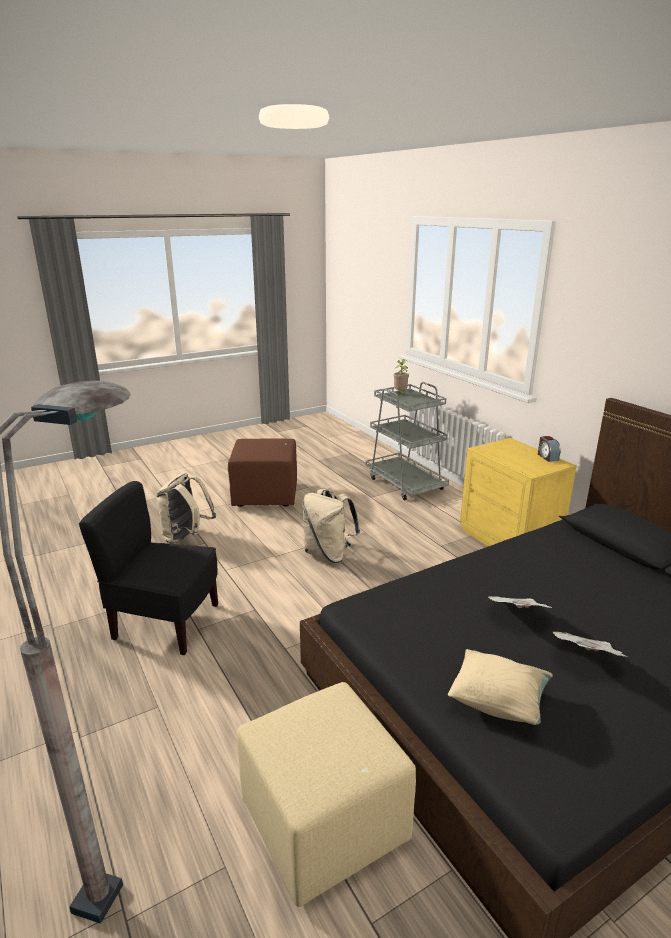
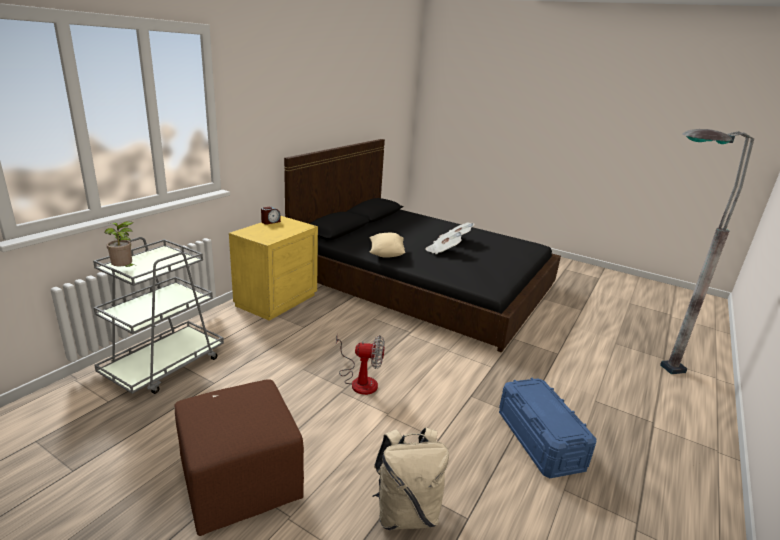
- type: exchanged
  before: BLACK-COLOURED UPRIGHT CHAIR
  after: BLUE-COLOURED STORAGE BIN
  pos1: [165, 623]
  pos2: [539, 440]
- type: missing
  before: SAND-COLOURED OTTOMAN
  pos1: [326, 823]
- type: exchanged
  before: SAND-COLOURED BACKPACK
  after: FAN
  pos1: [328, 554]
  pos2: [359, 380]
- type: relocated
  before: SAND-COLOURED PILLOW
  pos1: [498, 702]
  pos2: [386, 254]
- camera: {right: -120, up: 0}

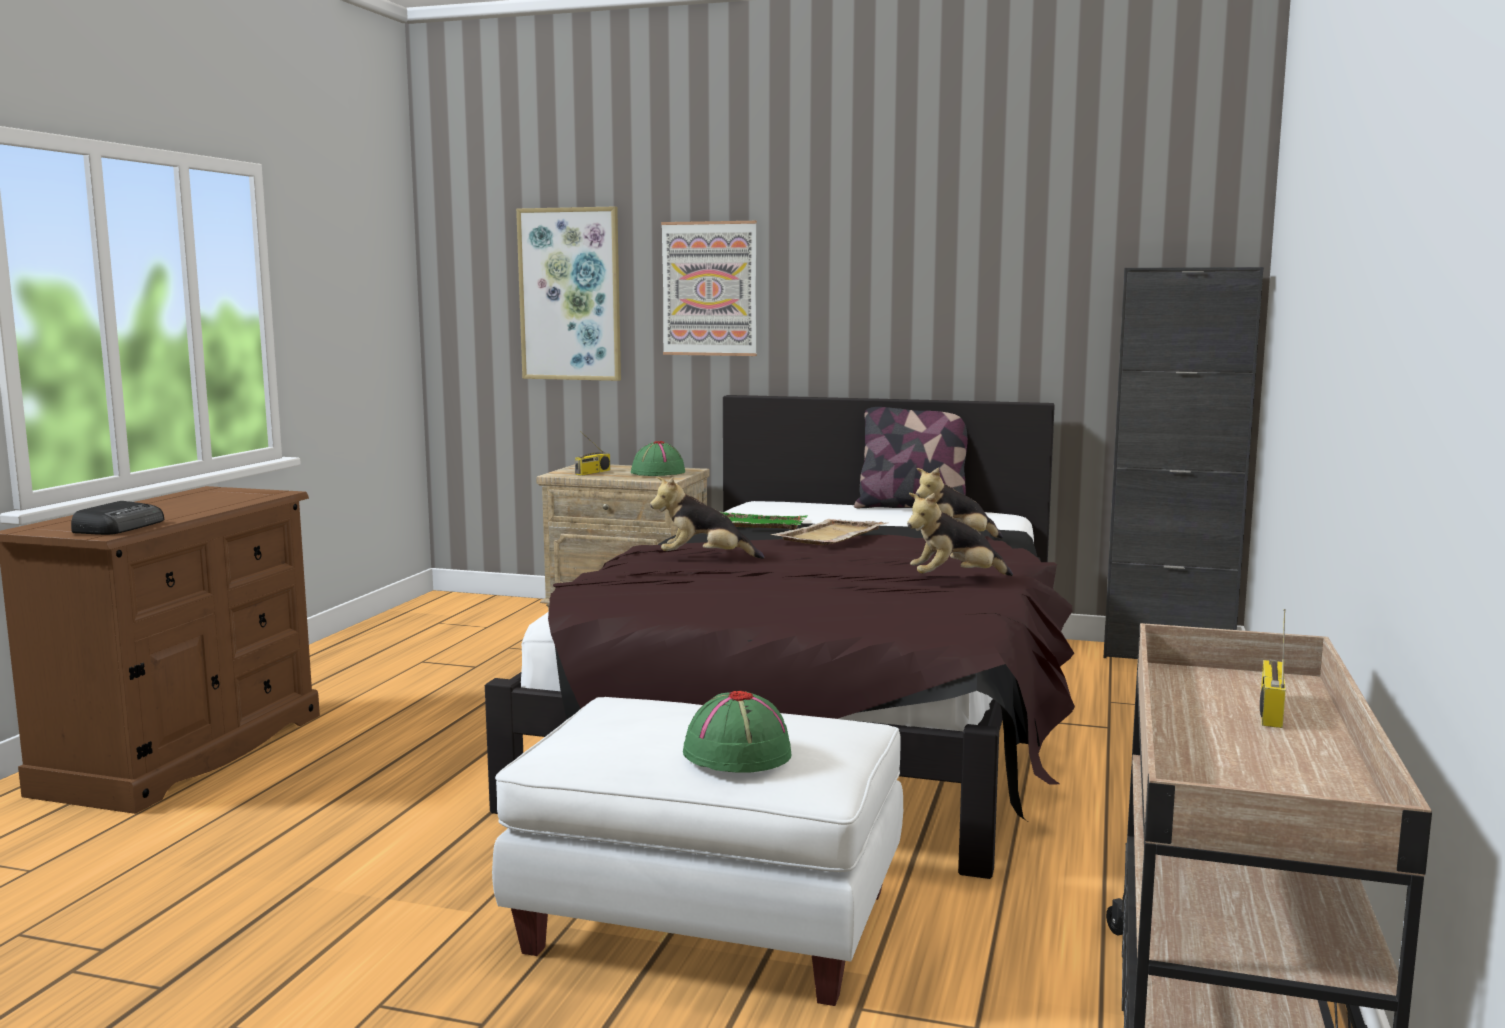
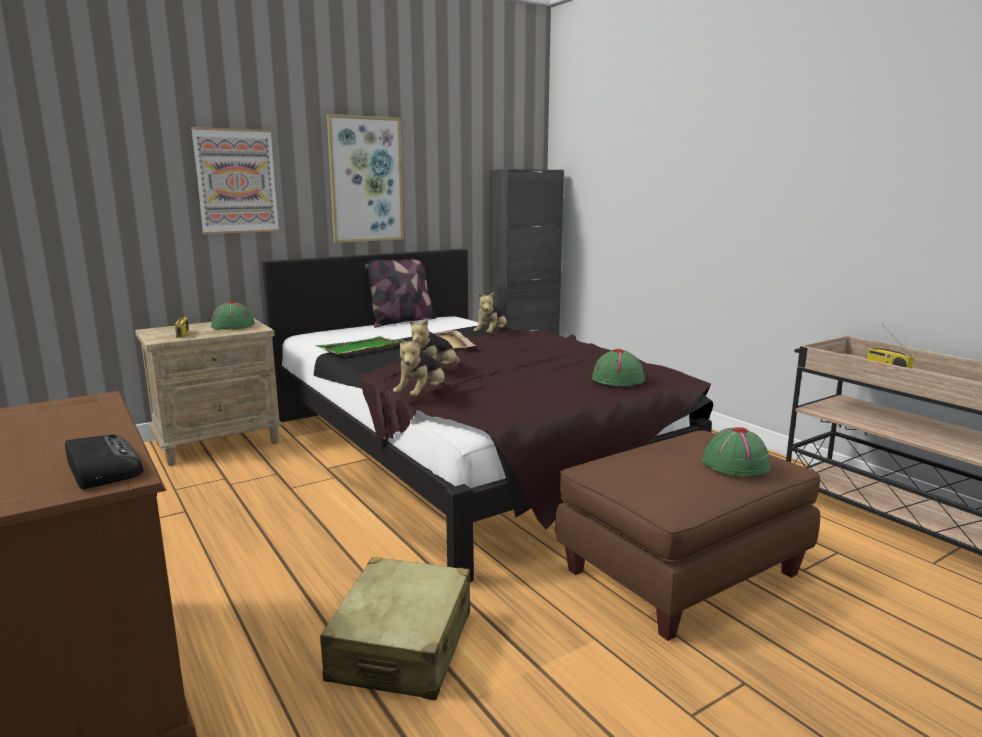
- type: colour
  before: WHITISH OTTOMAN
  after: BROWN OTTOMAN
  pos1: [712, 920]
  pos2: [681, 571]
- type: relocated
  before: WALL ART
  pos1: [570, 294]
  pos2: [366, 179]
- type: relocated
  before: SOFT TOY
  pos1: [955, 580]
  pos2: [422, 395]
- type: appeared
  after: SAND-COLOURED SUITCASE
  pos2: [402, 646]
- type: appeared
  after: GREEN-COLOURED CLOTHING HAT
  pos2: [618, 379]
- camera: {right: -50, up: 5}

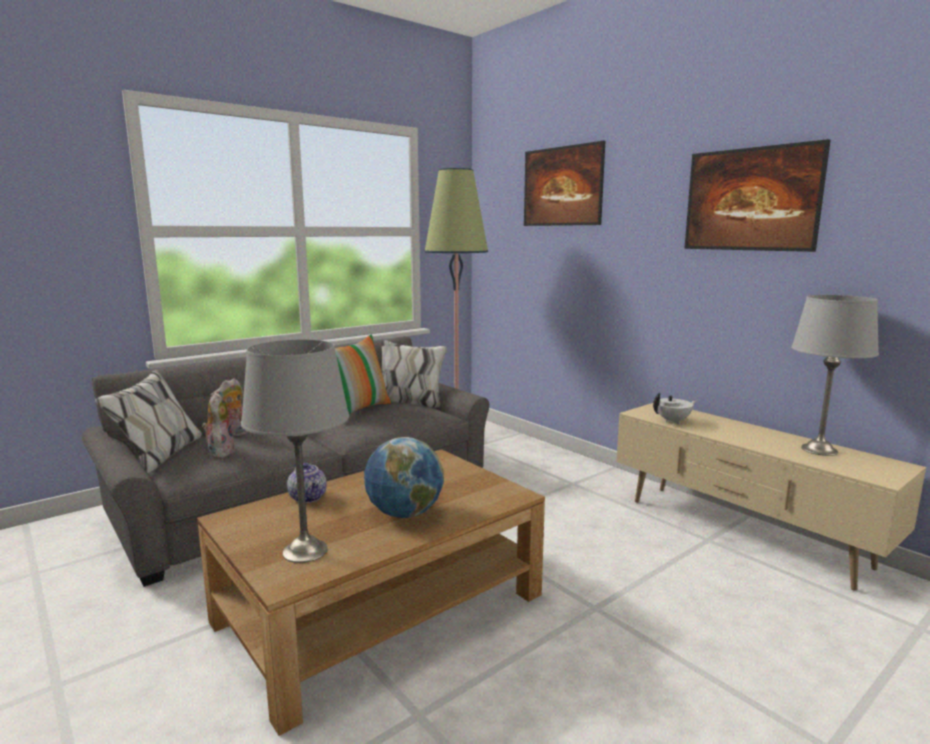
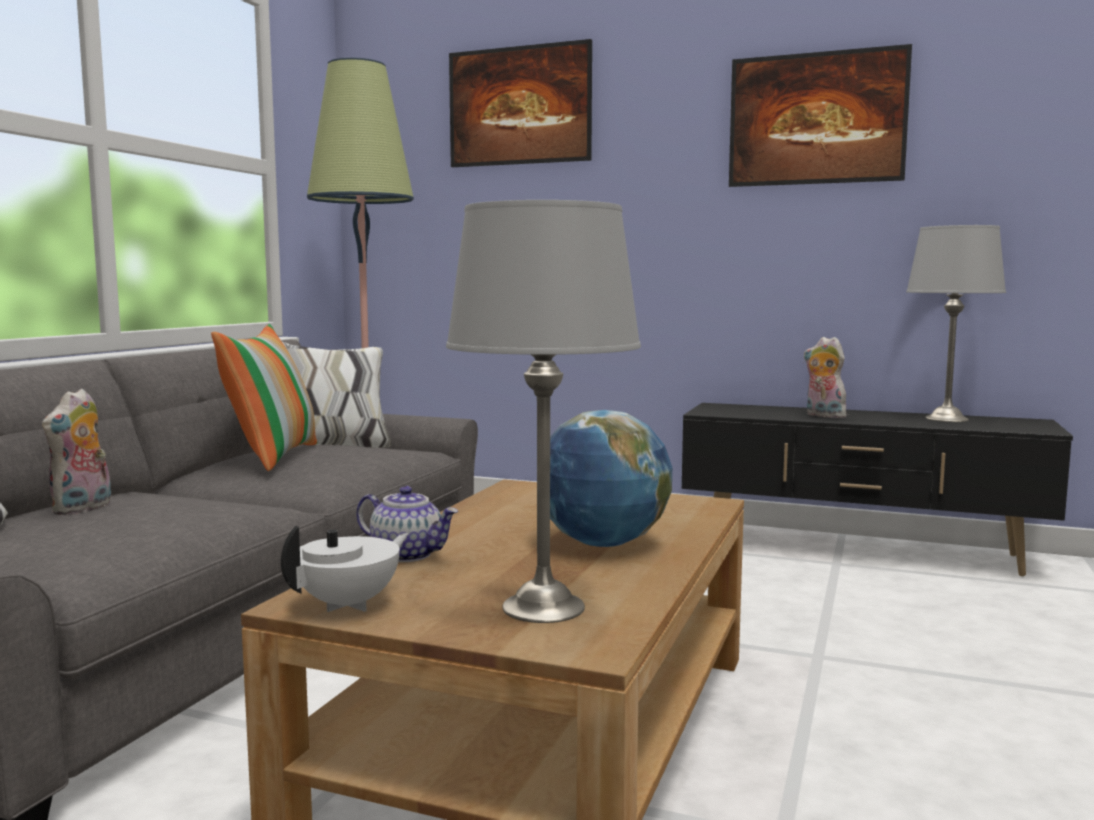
- type: relocated
  before: SOFT TOY
  pos1: [220, 452]
  pos2: [823, 415]
- type: colour
  before: SAND-COLOURED TV STAND
  after: BLACK-COLOURED TV STAND
  pos1: [742, 533]
  pos2: [859, 550]
- type: relocated
  before: WHITISH POT FOR TEA
  pos1: [673, 421]
  pos2: [350, 604]
- camera: {right: -30, up: -5}

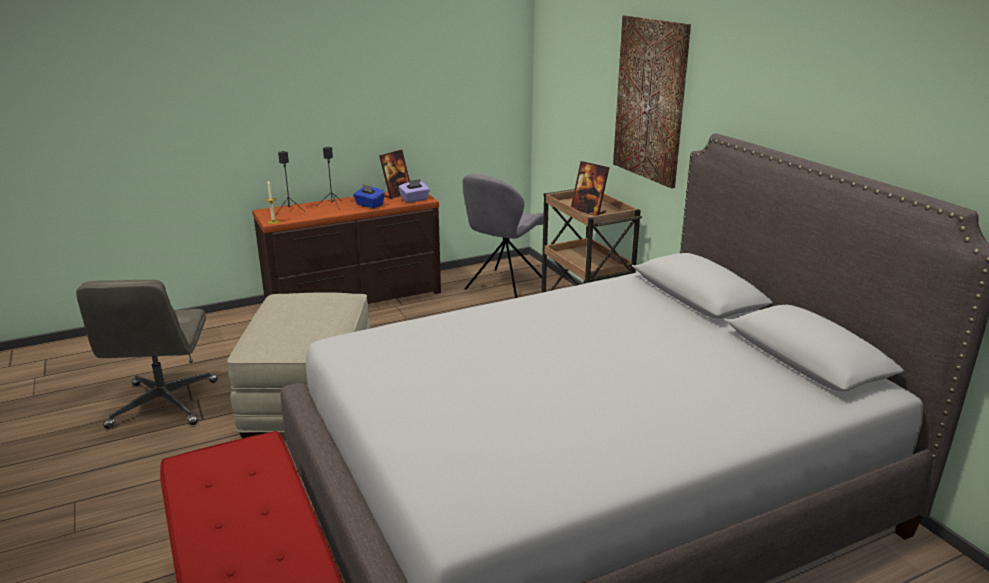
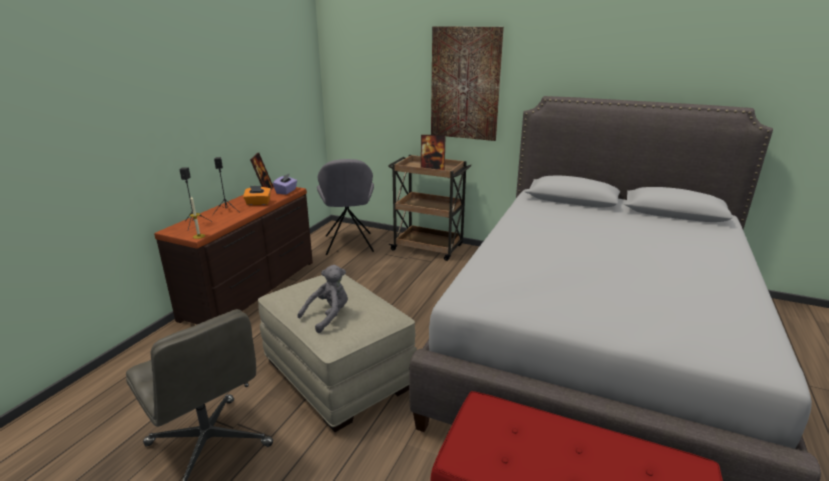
- type: colour
  before: BLUE-COLOURED BOX OF TISSUES
  after: ORANGEY BOX OF TISSUES
  pos1: [369, 205]
  pos2: [258, 203]
- type: appeared
  after: GREYISH SOFT TOY
  pos2: [328, 316]
- camera: {right: -40, up: 0}

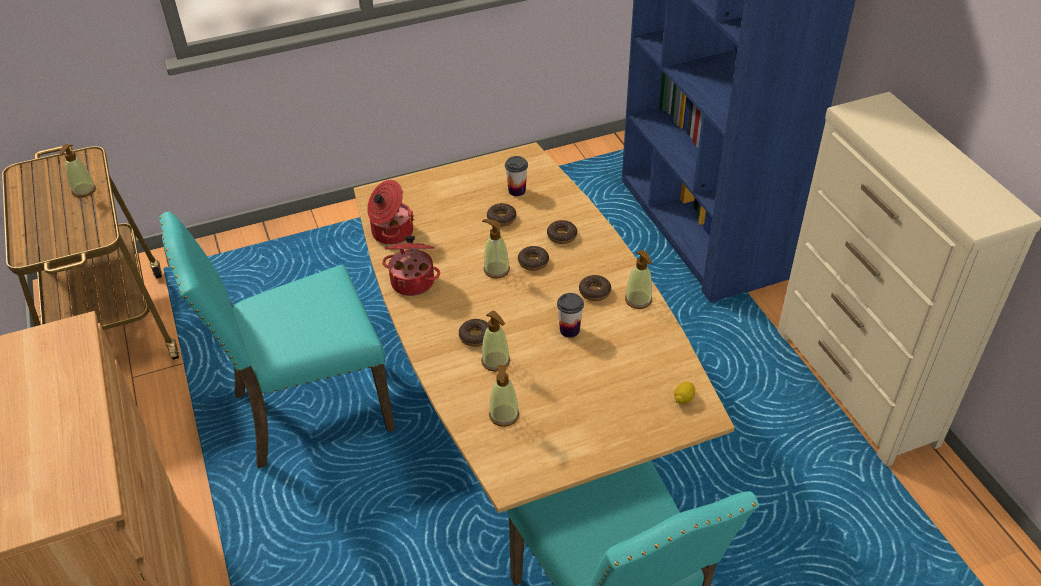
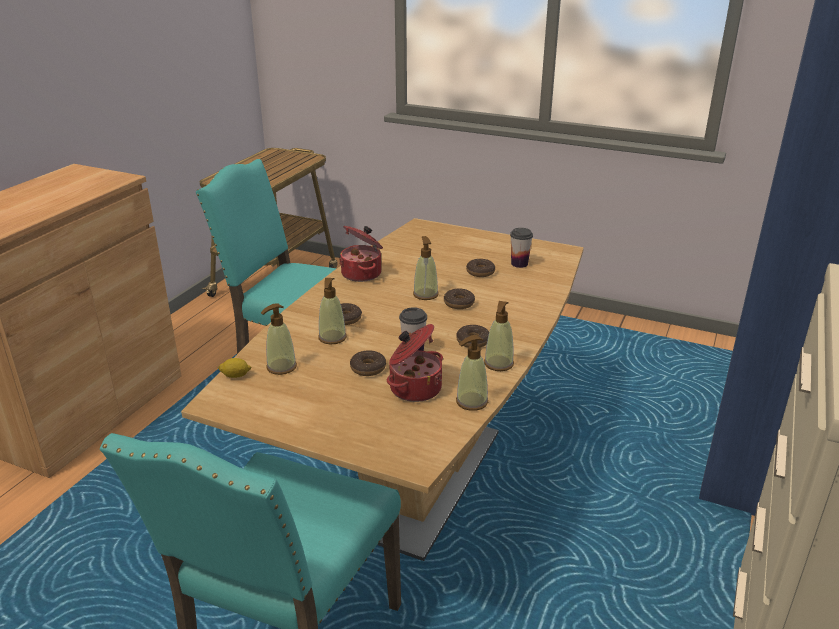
- type: relocated
  before: SOAP DISPENSER
  pos1: [84, 190]
  pos2: [471, 402]
- type: relocated
  before: SAUCEPOT
  pos1: [391, 232]
  pos2: [414, 388]
- type: relocated
  before: RING DOUGHNUT
  pos1: [562, 236]
  pos2: [368, 368]
- type: relocated
  before: LEMON
  pos1: [683, 398]
  pos2: [236, 375]
- camera: {right: 45, up: -15}

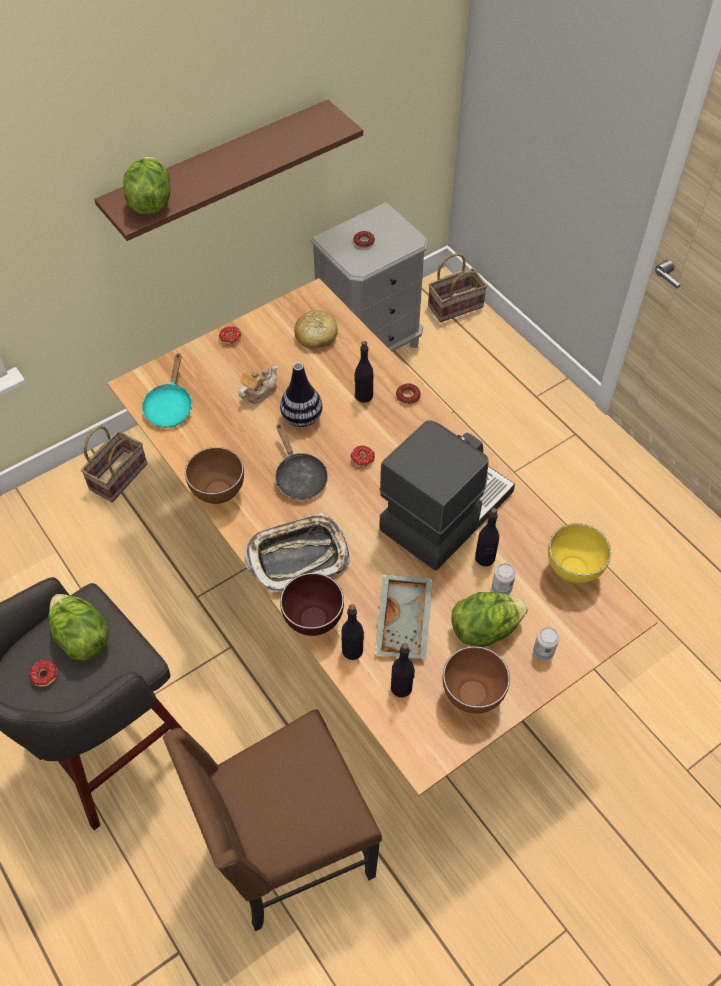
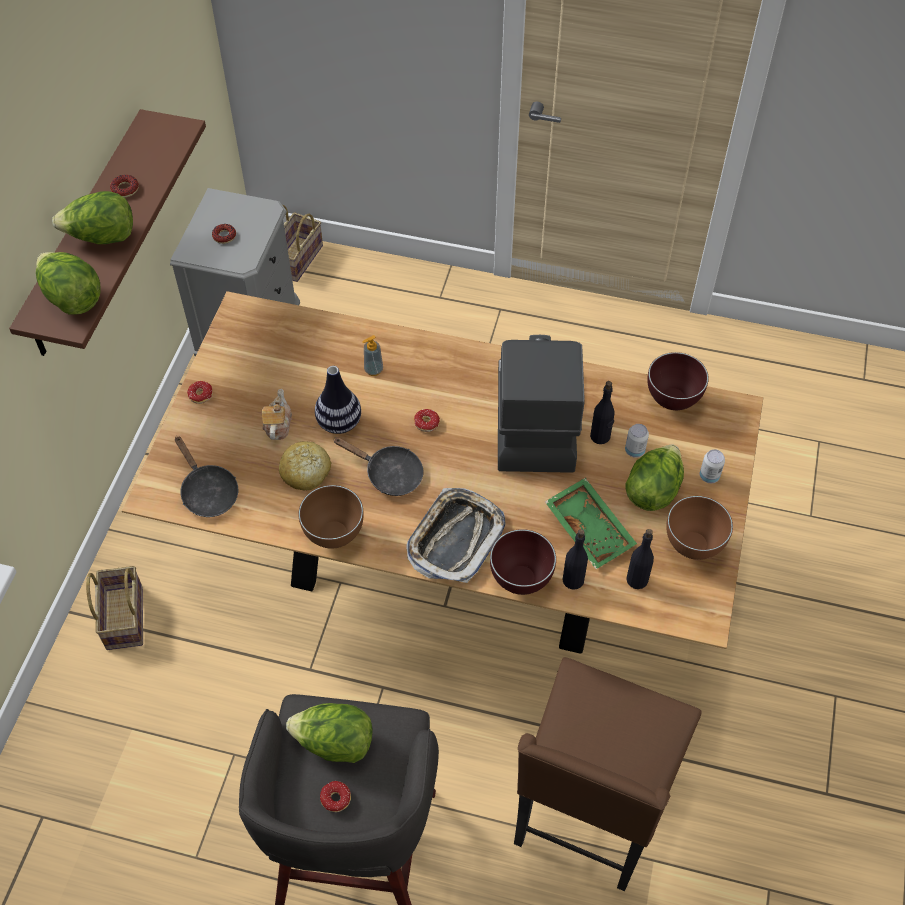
- type: colour
  before: BLUE-GREEN FRYING PAN
  after: BLACK-COLOURED FRYING PAN
  pos1: [169, 406]
  pos2: [207, 492]
- type: relocated
  before: BAKERY BREAD
  pos1: [316, 336]
  pos2: [305, 472]
- type: exchanged
  before: BLACK-COLOURED BOTTLE
  after: SOAP DISPENSER
  pos1: [363, 396]
  pos2: [373, 370]
- type: colour
  before: GREYISH SERVING TRAY
  after: GREEN-COLOURED SERVING TRAY
  pos1: [405, 622]
  pos2: [590, 528]
- type: relocated
  before: RING DOUGHNUT
  pos1: [408, 396]
  pos2: [125, 189]
- type: colour
  before: YELLOW-COLOURED SERVING BOWL
  after: BROWN SERVING BOWL
  pos1: [573, 570]
  pos2: [671, 400]
- type: appeared
  after: LETTUCE HEAD
  pos2: [101, 238]
- camera: {right: -40, up: 0}

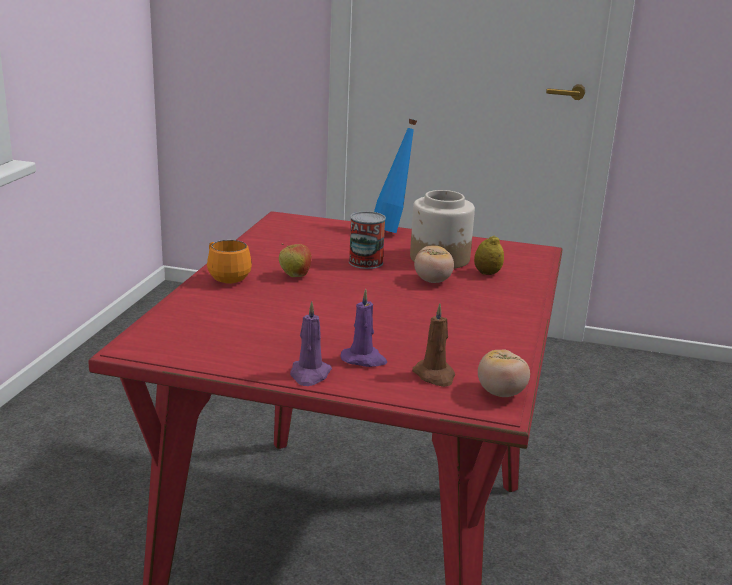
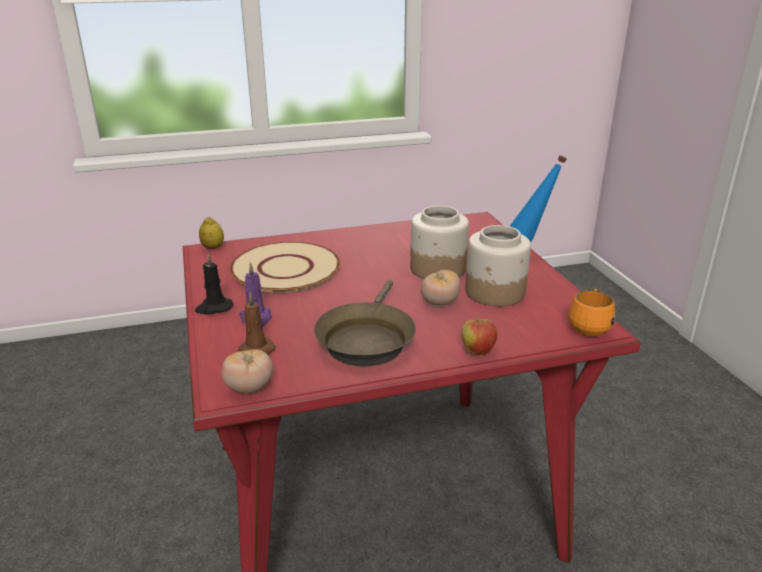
- type: relocated
  before: ORANGEY MUG
  pos1: [225, 277]
  pos2: [589, 326]
- type: relocated
  before: APPLE FRUIT
  pos1: [294, 276]
  pos2: [477, 351]
- type: colour
  before: PURPLISH WAX LIGHT
  after: BLACK-COLOURED WAX LIGHT
  pos1: [309, 375]
  pos2: [213, 308]
- type: exchanged
  before: METAL CAN
  after: STORAGE JAR
  pos1: [365, 262]
  pos2: [437, 268]
- type: relocated
  before: LEMON
  pos1: [487, 273]
  pos2: [213, 248]
- type: appeared
  after: SAND-COLOURED DINNER PLATE
  pos2: [286, 269]
- type: appeared
  after: BROWN FRYING PAN
  pos2: [366, 339]
- camera: {right: 60, up: 5}

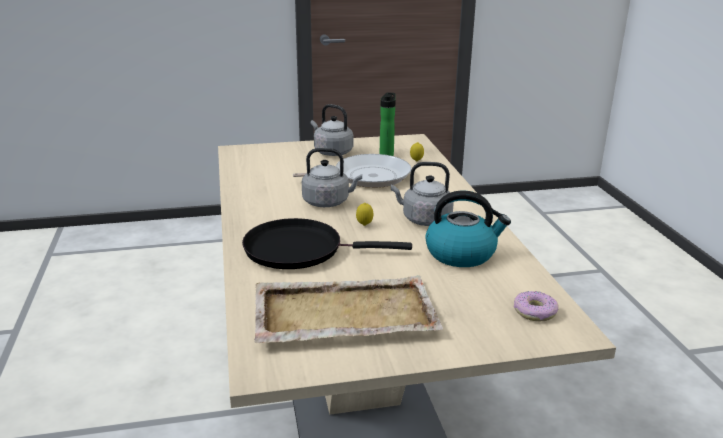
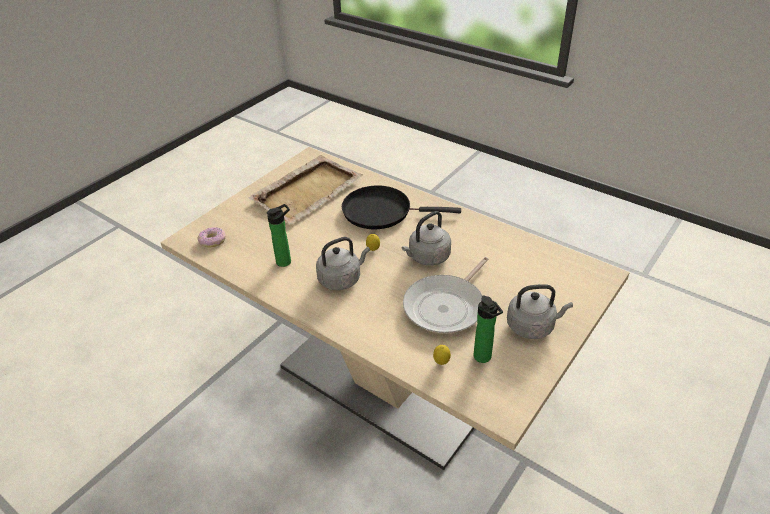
- type: spun
  before: BLACK-COLOURED FRYING PAN
  pos1: [300, 249]
  pos2: [381, 211]
  turn: -135
- type: exchanged
  before: KETTLE
  after: BOTTLE
  pos1: [462, 253]
  pos2: [286, 261]
- camera: {right: 140, up: 15}

